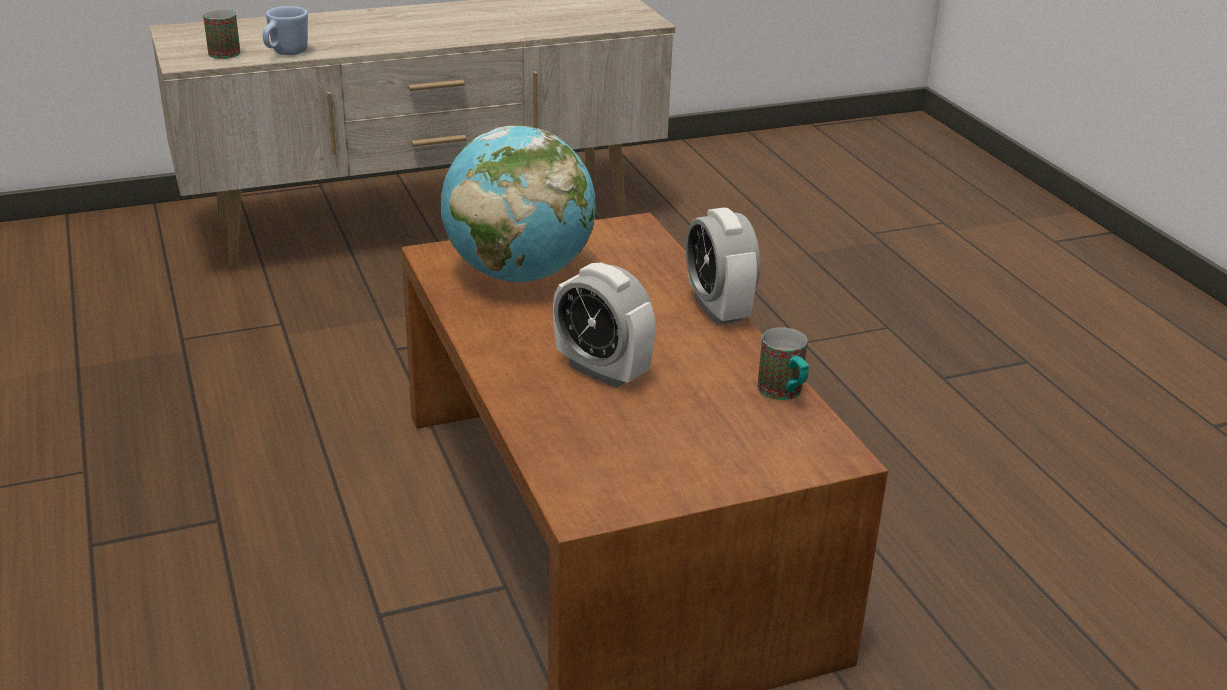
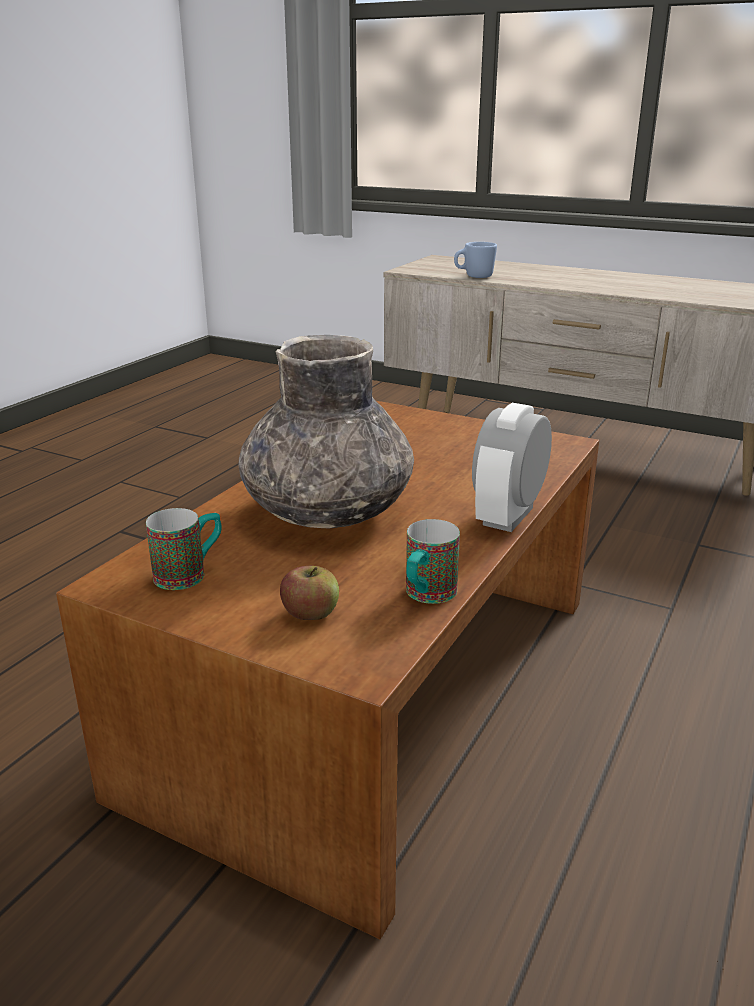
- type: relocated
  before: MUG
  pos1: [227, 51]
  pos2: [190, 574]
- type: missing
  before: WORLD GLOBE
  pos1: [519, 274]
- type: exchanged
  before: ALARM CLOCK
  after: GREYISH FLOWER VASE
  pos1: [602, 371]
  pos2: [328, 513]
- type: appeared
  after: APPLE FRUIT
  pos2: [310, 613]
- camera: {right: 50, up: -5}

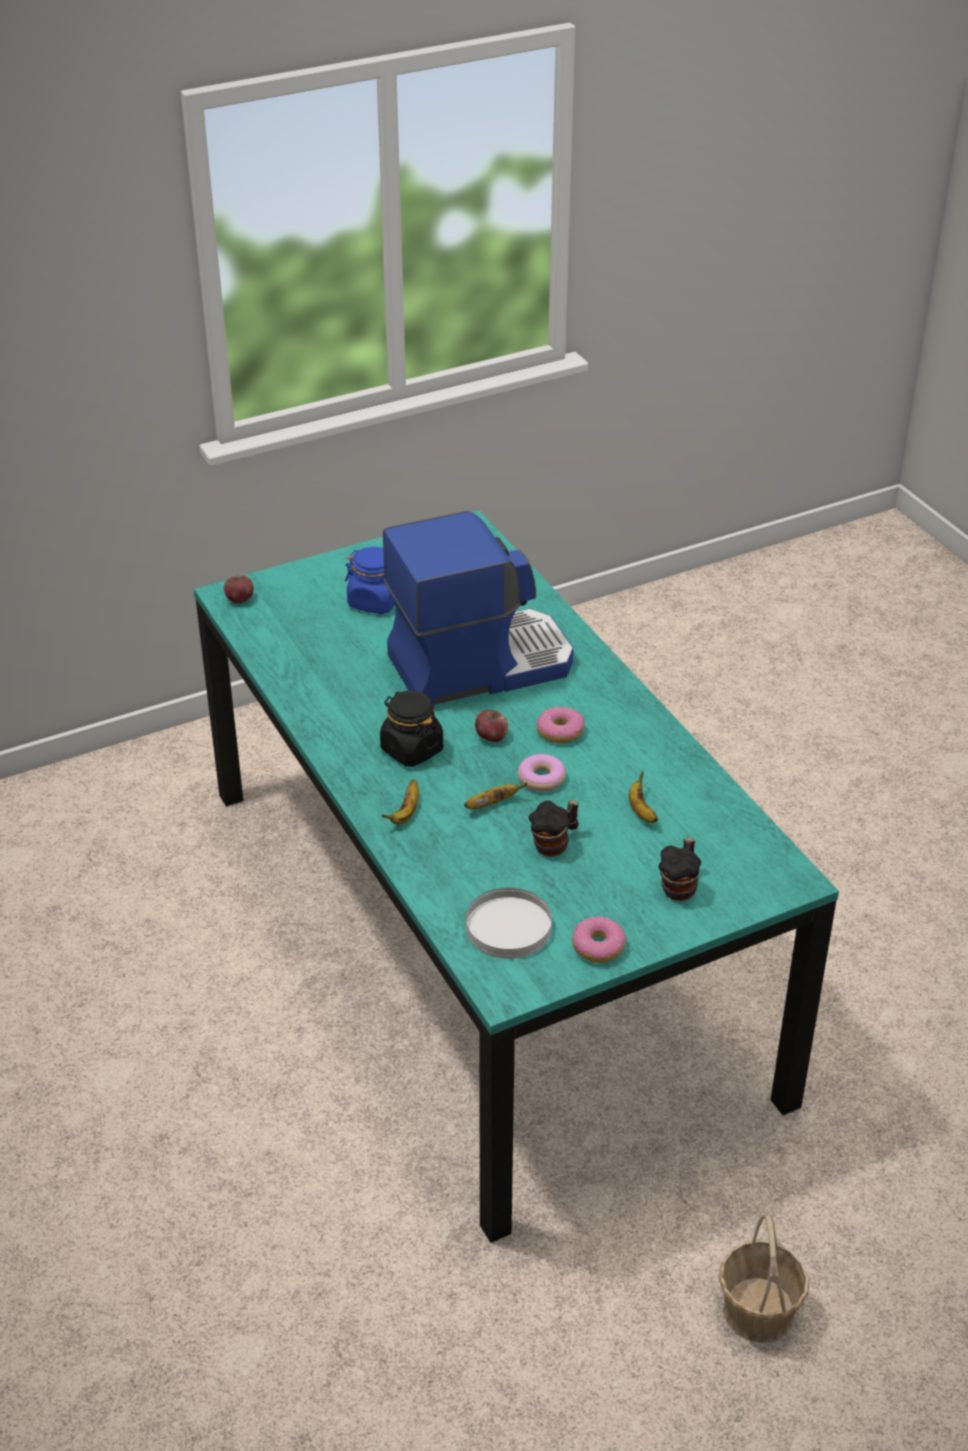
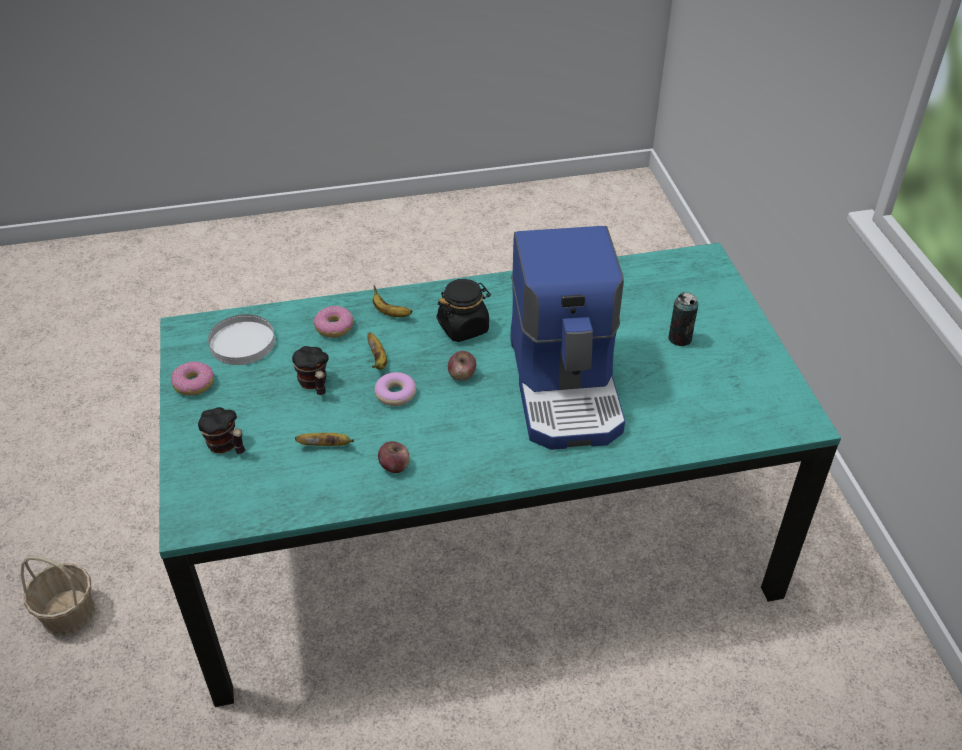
- type: relocated
  before: APPLE FRUIT
  pos1: [239, 599]
  pos2: [394, 466]
- type: exchanged
  before: BLUE-COLOURED STORAGE JAR
  after: METAL CAN
  pos1: [375, 602]
  pos2: [679, 338]
- type: relocated
  before: RING DOUGHNUT
  pos1: [560, 731]
  pos2: [334, 327]
- camera: {right: 105, up: 5}

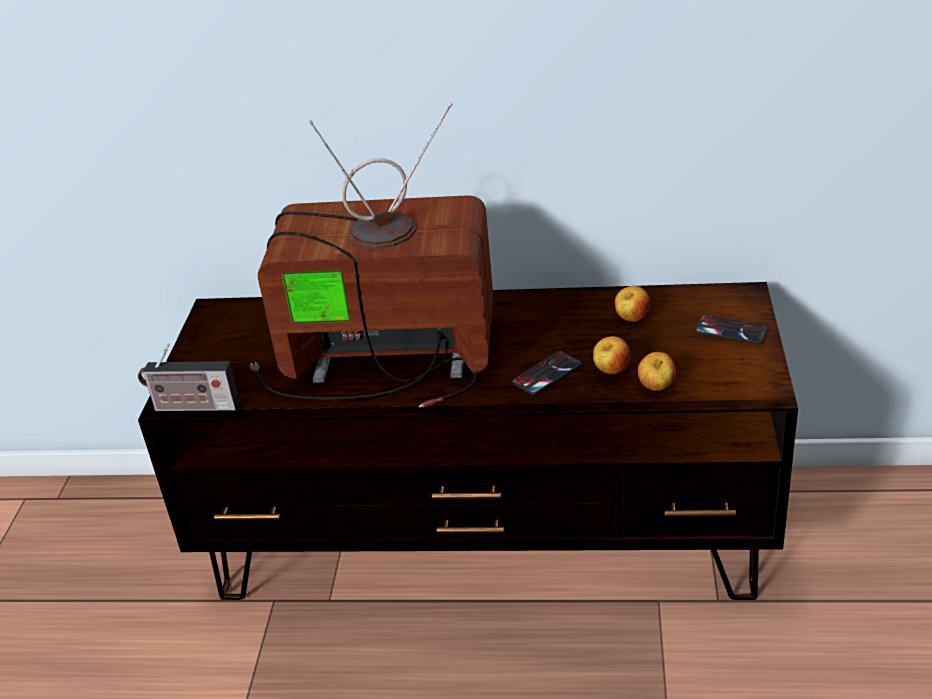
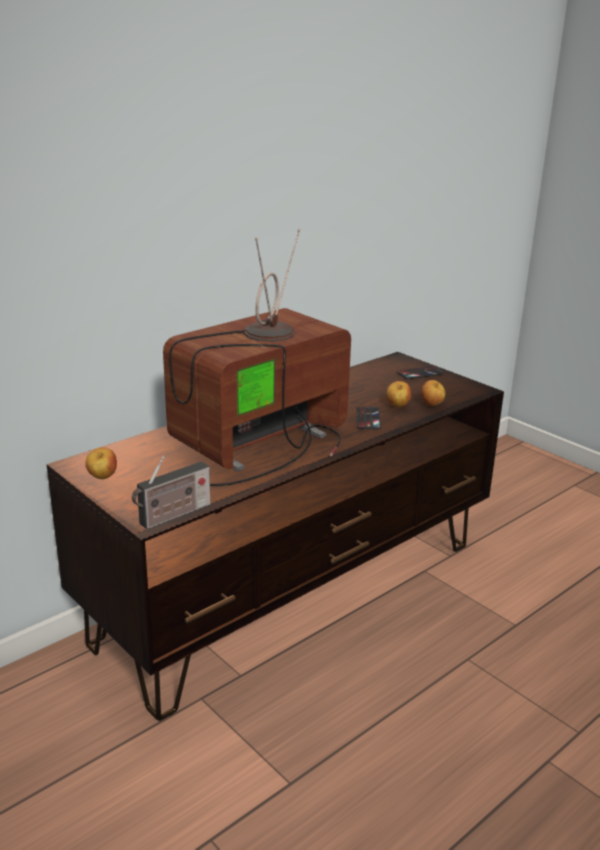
- type: relocated
  before: APPLE FRUIT
  pos1: [631, 319]
  pos2: [102, 477]
- camera: {right: -50, up: -10}

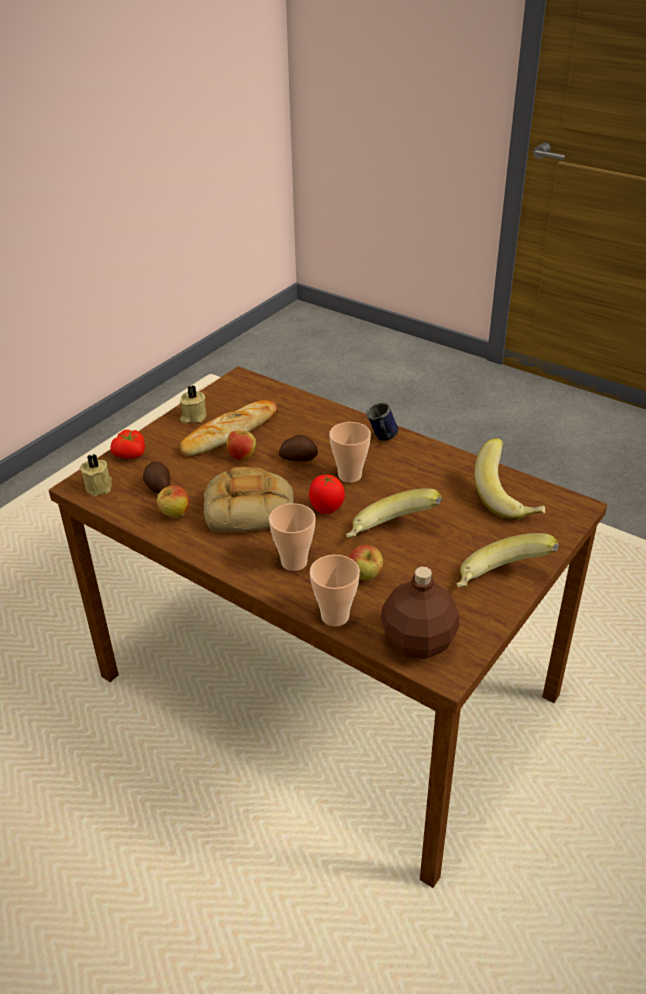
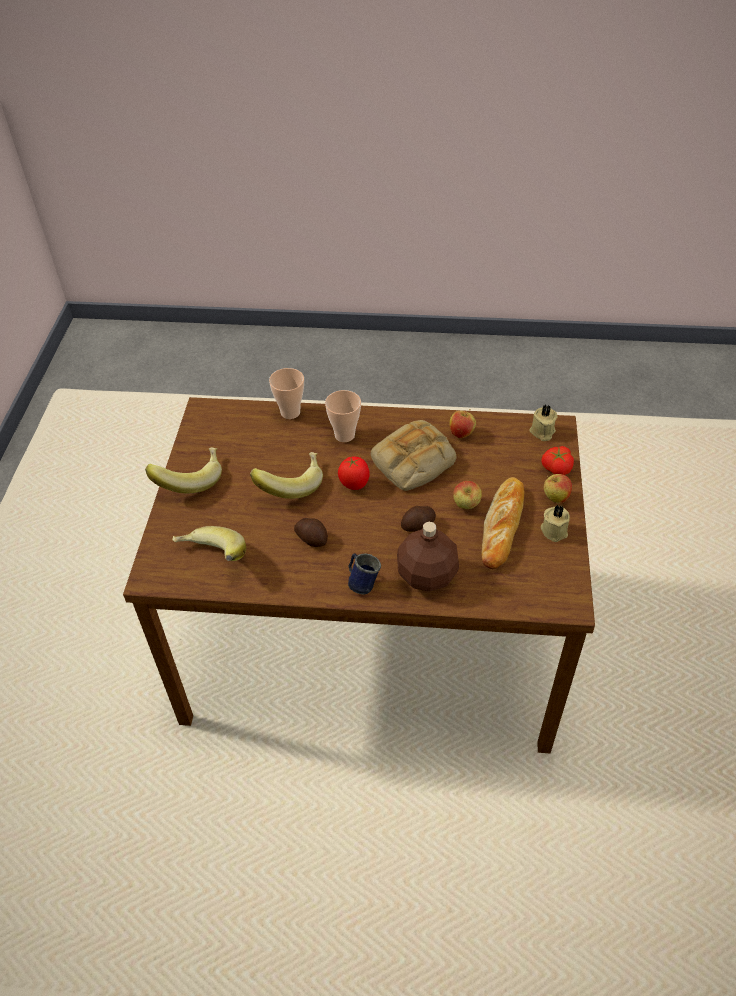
- type: relocated
  before: WHOLE POTATO
  pos1: [158, 487]
  pos2: [312, 538]
- type: missing
  before: SMALL CUP
  pos1: [350, 476]
- type: relocated
  before: APPLE FRUIT
  pos1: [365, 577]
  pos2: [555, 498]
- type: relocated
  before: BROWN BOTTLE
  pos1: [418, 642]
  pos2: [426, 575]
- camera: {right: 150, up: 10}

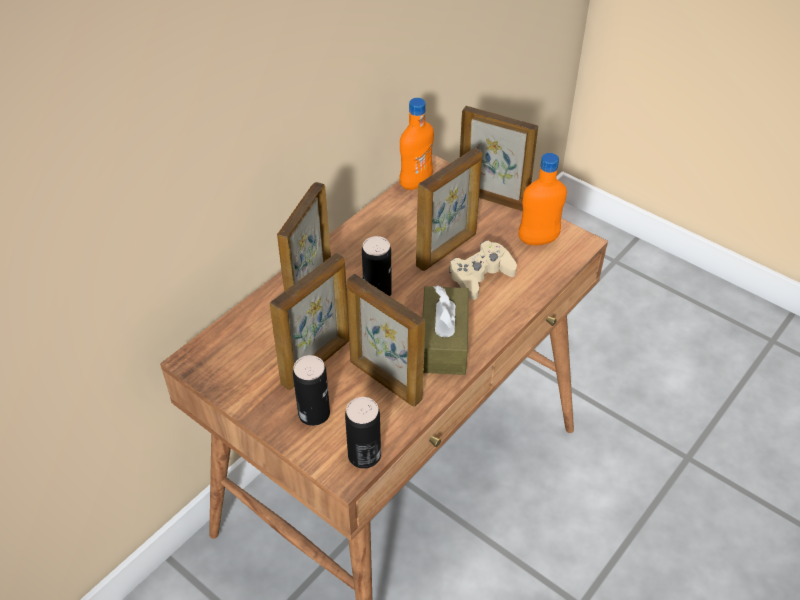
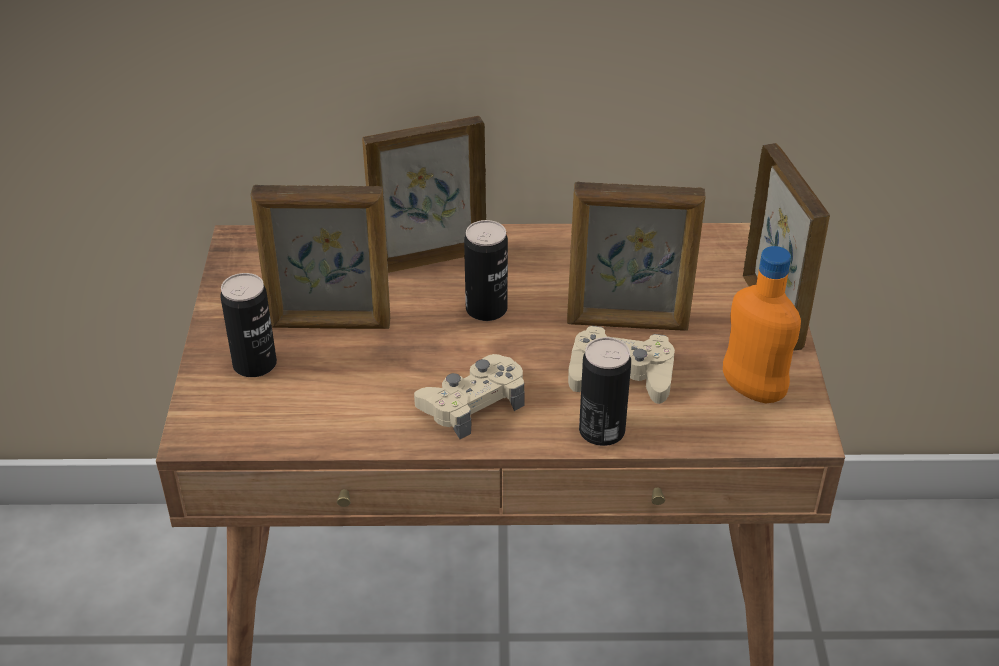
- type: relocated
  before: METAL CAN
  pos1: [364, 455]
  pos2: [601, 431]
- type: missing
  before: PICTURE FRAME
  pos1: [384, 381]
- type: missing
  before: ORANGEY BOTTLE
  pos1: [415, 183]
- type: exchanged
  before: BROWN BOX OF TISSUES
  after: SAND-COLOURED GAME CONTROLLER
  pos1: [444, 342]
  pos2: [472, 403]
- camera: {right: 50, up: -5}

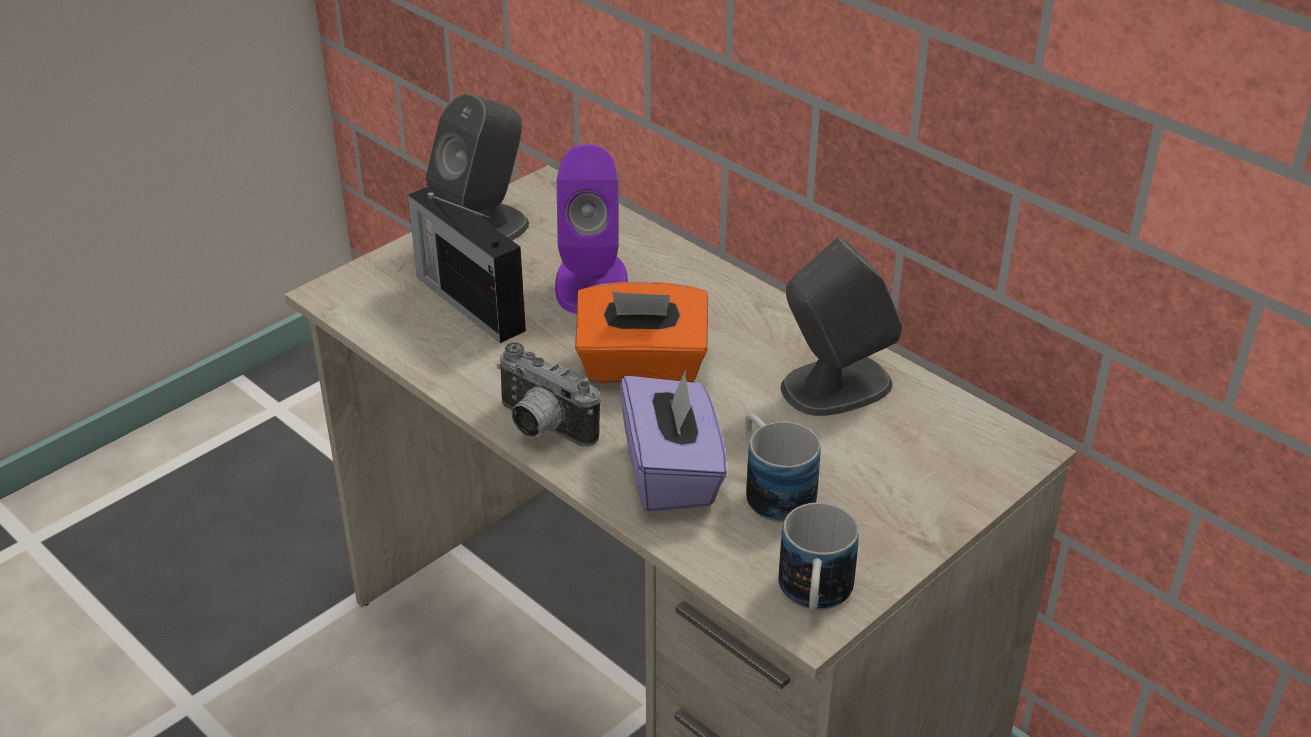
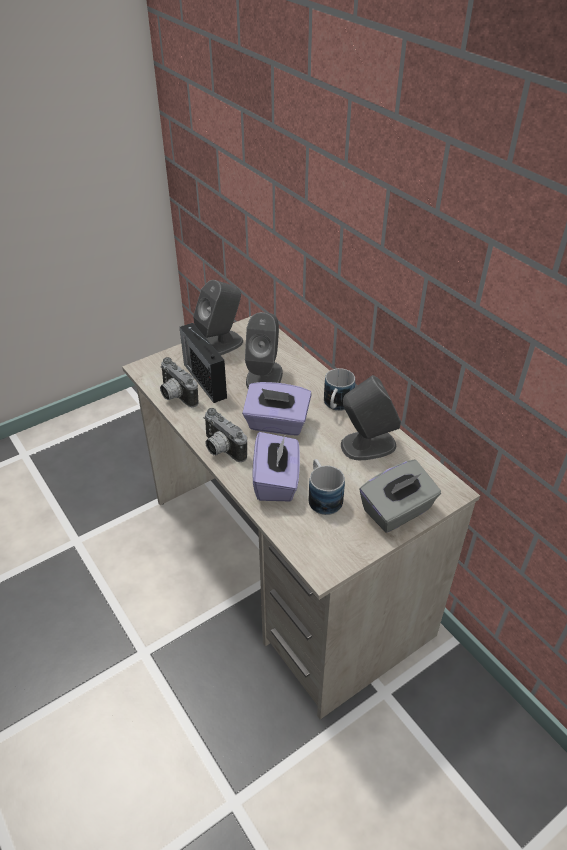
- type: colour
  before: PURPLISH SPEAKER
  after: GREYISH SPEAKER
  pos1: [591, 283]
  pos2: [264, 376]
- type: colour
  before: ORANGEY BOX OF TISSUES
  after: PURPLISH BOX OF TISSUES
  pos1: [642, 367]
  pos2: [277, 424]
- type: relocated
  before: MUG
  pos1: [814, 597]
  pos2: [336, 406]
- type: appeared
  after: PHOTO CAMERA
  pos2: [175, 396]
- type: appeared
  after: GREYISH BOX OF TISSUES
  pos2: [397, 511]
- camera: {right: 10, up: 5}

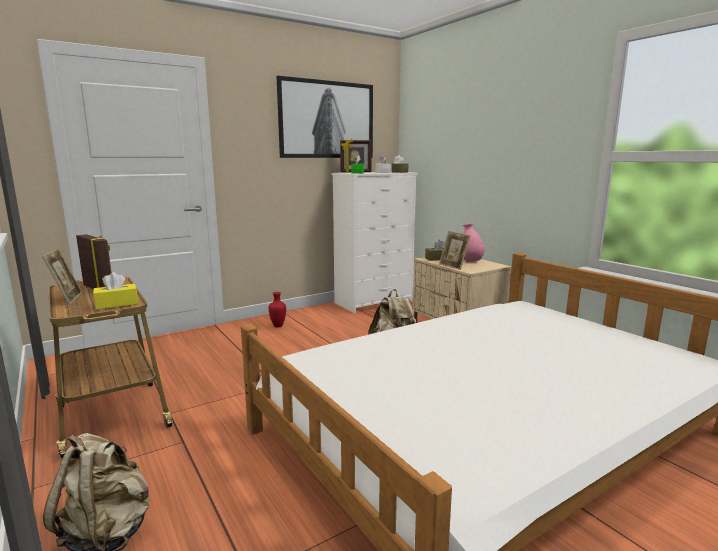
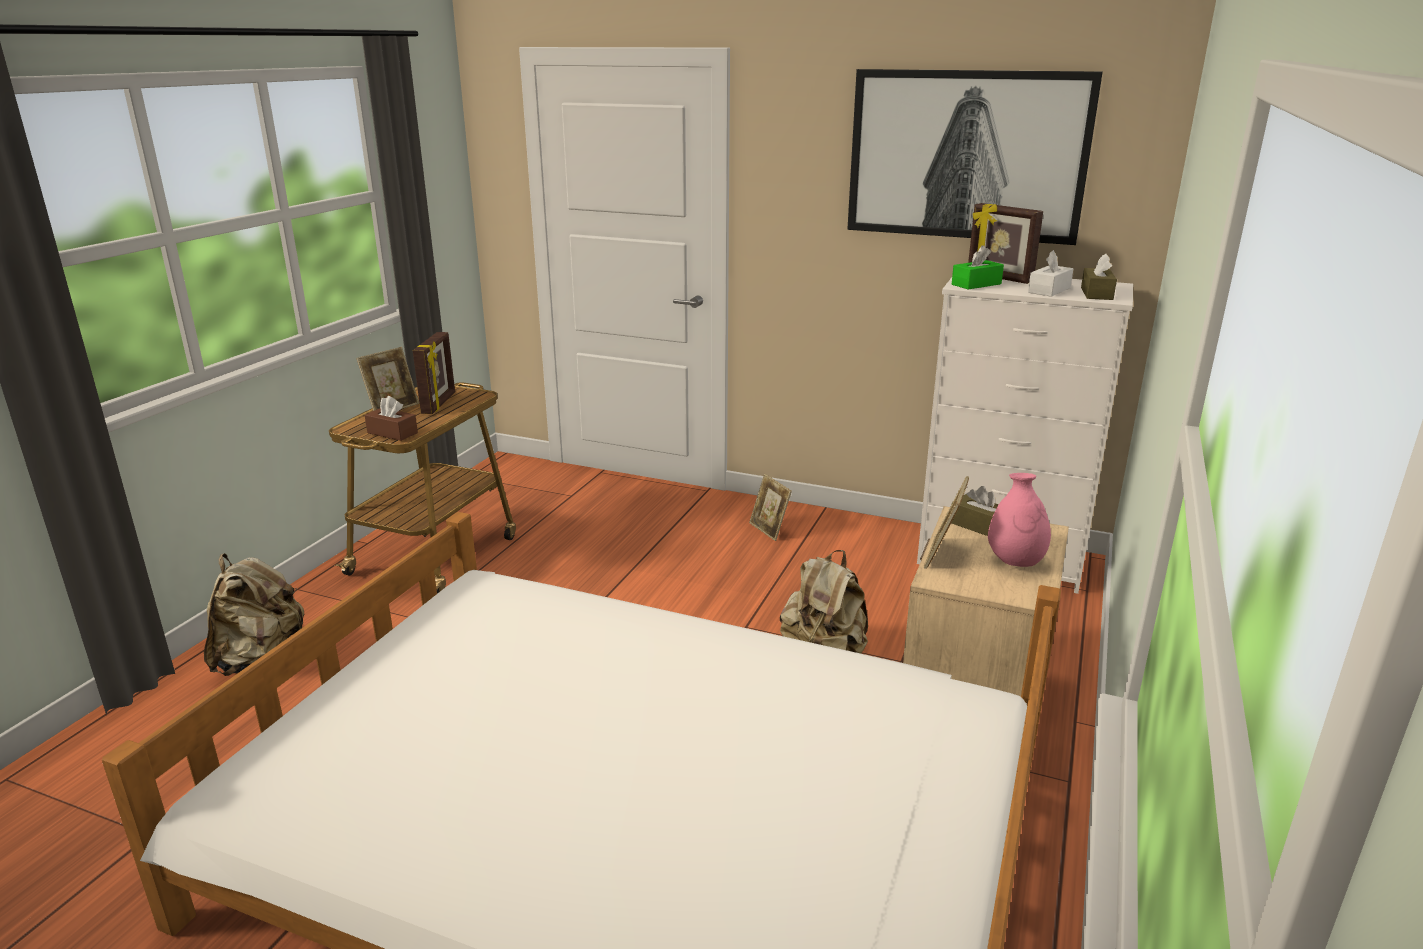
- type: colour
  before: YELLOW-COLOURED BOX OF TISSUES
  after: BROWN BOX OF TISSUES
  pos1: [117, 304]
  pos2: [392, 433]
- type: exchanged
  before: REDDISH FLOWER VASE
  after: PICTURE FRAME
  pos1: [278, 326]
  pos2: [769, 530]
- camera: {right: 55, up: 10}

